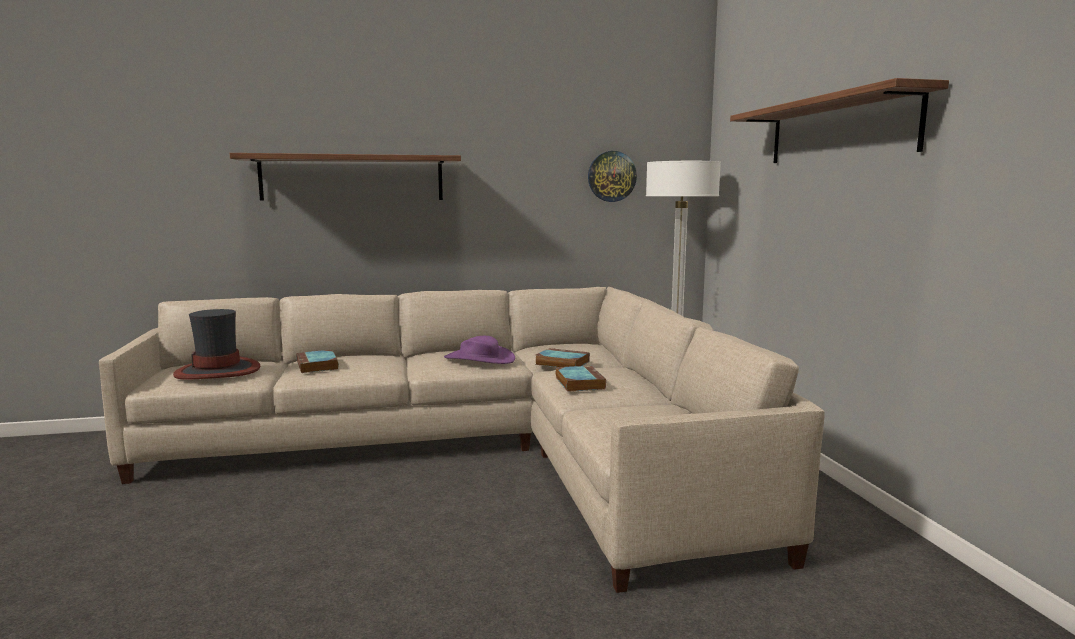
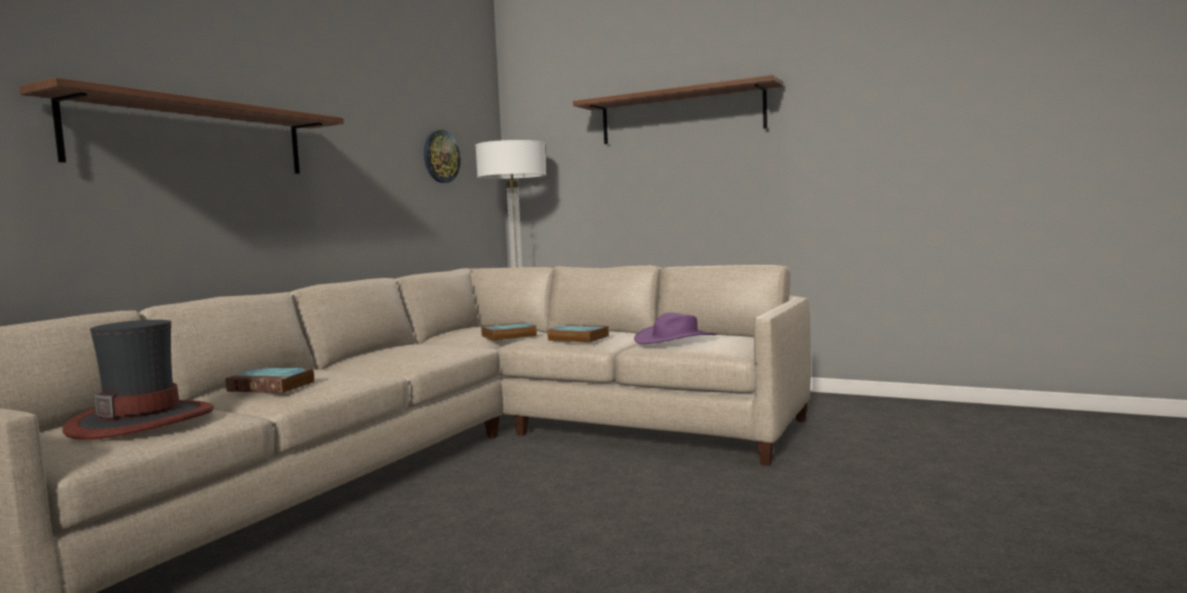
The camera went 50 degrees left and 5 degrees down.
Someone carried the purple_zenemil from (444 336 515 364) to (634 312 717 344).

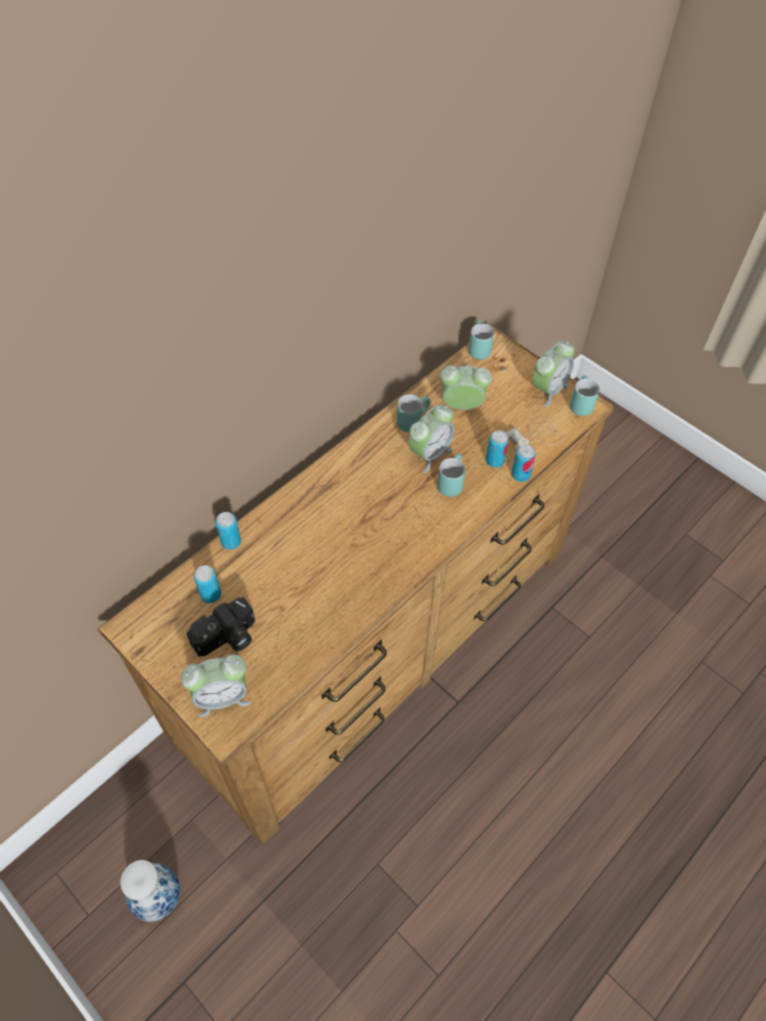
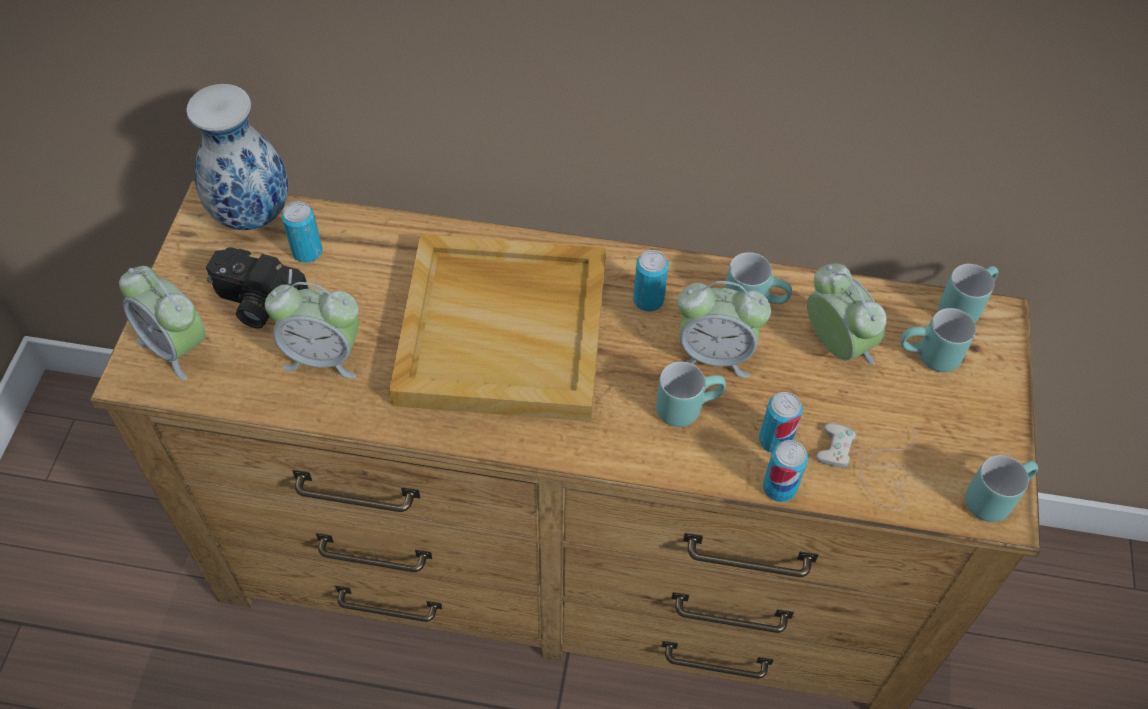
The camera went 55 degrees right and 0 degrees up.
Someone put down the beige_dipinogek at (389 234 606 422).
Someone put down the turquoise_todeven at (901 308 976 372).
Someone carried the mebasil from (120 860 180 922) to (186 84 289 230).
Someone carried the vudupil from (215 512 241 550) to (633 250 669 312).
Someone carried the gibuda from (532 341 574 407) to (265 282 359 378).

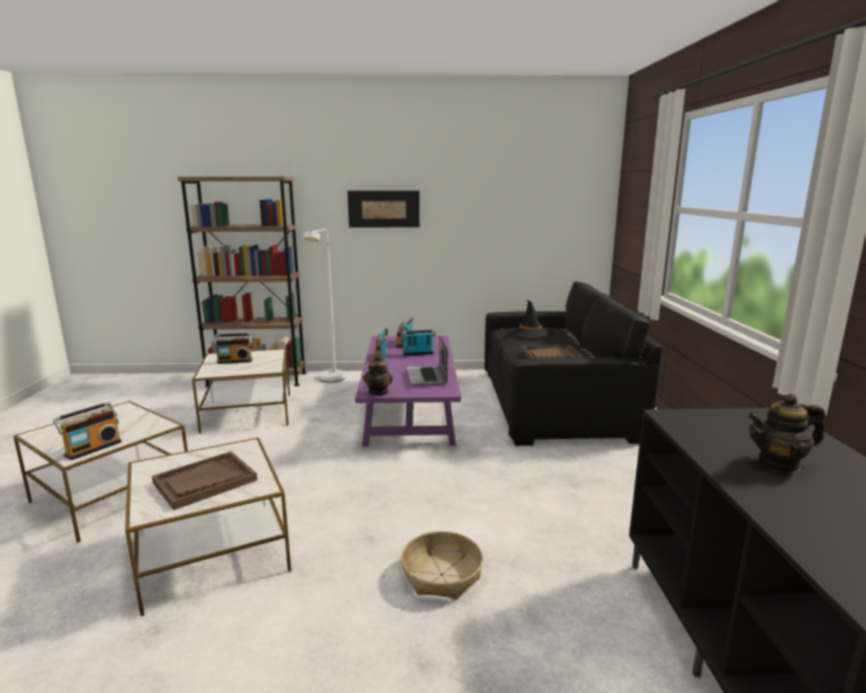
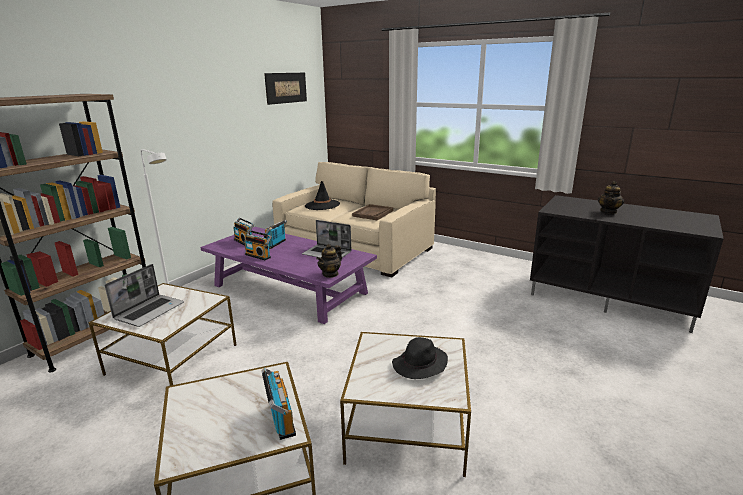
The camera went 55 degrees left and 5 degrees up.
Someone took away the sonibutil at (401 531 483 600).
Someone carried the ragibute from (347 191 420 228) to (264 73 307 105).
Someone swapped the brown_dipinogek at (152 451 257 510) for the black_zenemil at (392 337 448 379).
Someone swapped the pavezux at (214 333 252 364) for the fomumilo at (105 264 184 327).
Someone repainted the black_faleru at (484 281 662 446), which became the beige_faleru at (272 162 436 278).
Someone rotated the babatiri at (363 355 393 396) by 90 degrees clockwise.

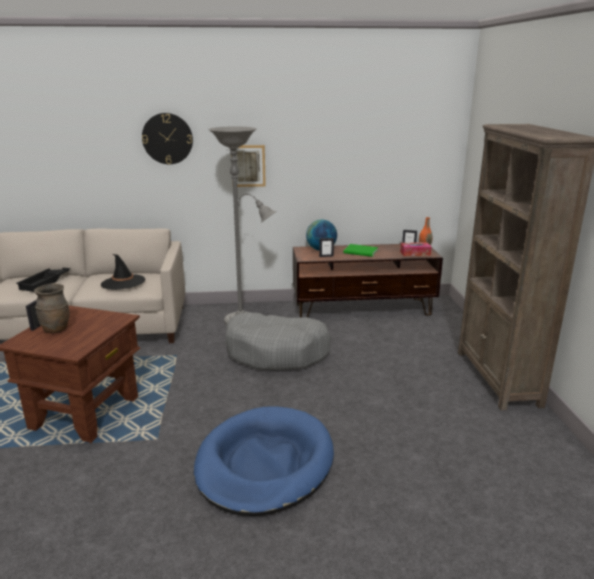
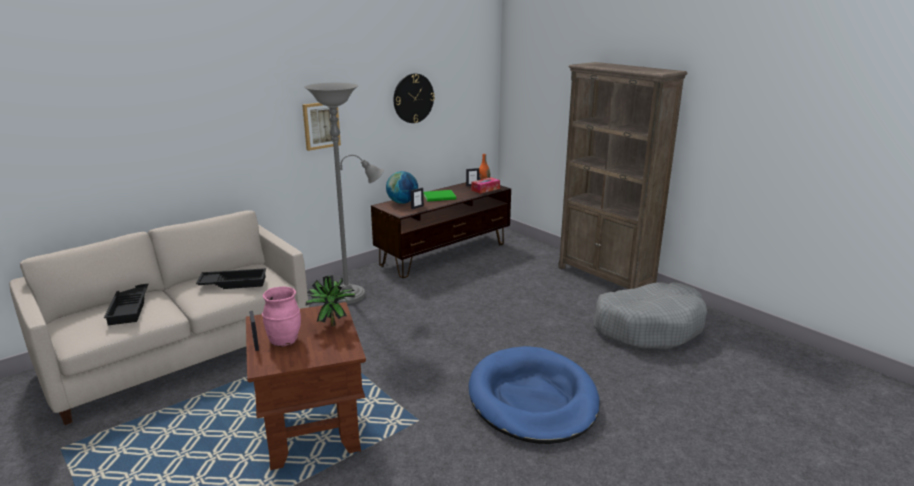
The camera went 35 degrees left and 0 degrees up.
Someone put down the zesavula at (306 276 356 326).
Someone carried the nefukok from (142 113 193 164) to (394 73 435 123).
Someone carried the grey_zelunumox from (226 313 331 370) to (594 282 707 349).
Someone swapped the black_zenemil at (101 254 145 290) for the black_dipinogek at (196 268 266 289).
Someone repainted the brown_mebasil at (34 283 70 333), which became the pink_mebasil at (262 286 301 347).

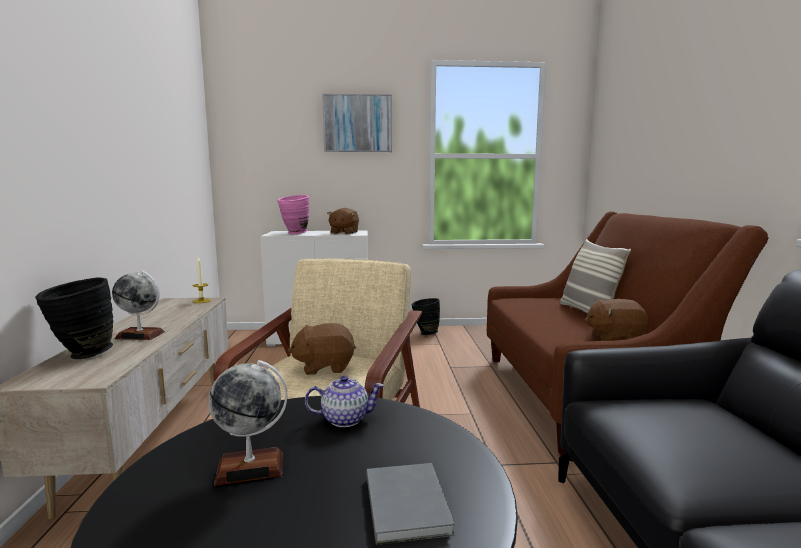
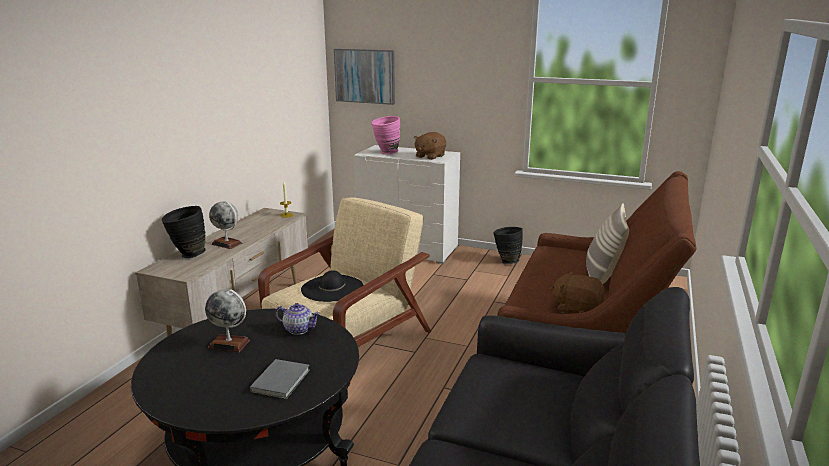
The camera went 25 degrees right and 10 degrees up.
Someone carried the ragibute from (322 94 392 152) to (334 49 395 105).
Someone swapped the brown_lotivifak at (288 323 356 375) for the black_zenemil at (301 270 363 302).

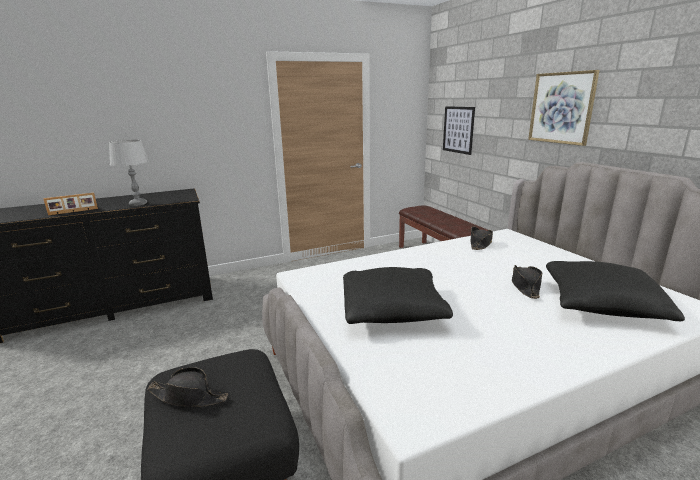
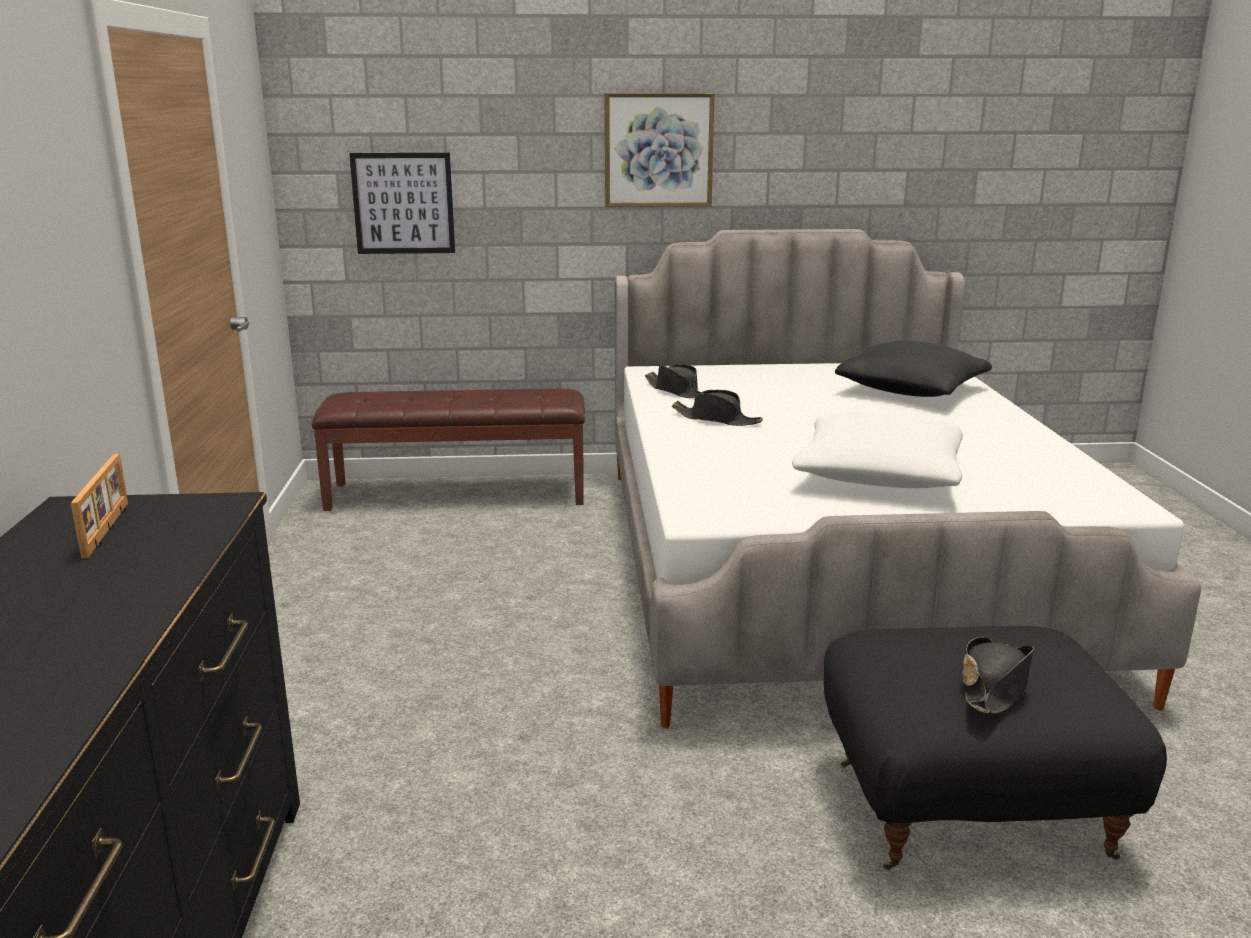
The camera went 70 degrees left and 0 degrees up.
Someone took away the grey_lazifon at (109 140 149 206).
Someone carried the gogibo from (43 193 98 215) to (71 454 128 559).
Someone carried the black_zenemil from (512 265 542 299) to (672 390 763 426).
Someone repainted the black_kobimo at (343 267 453 324), which became the white_kobimo at (792 412 963 488).

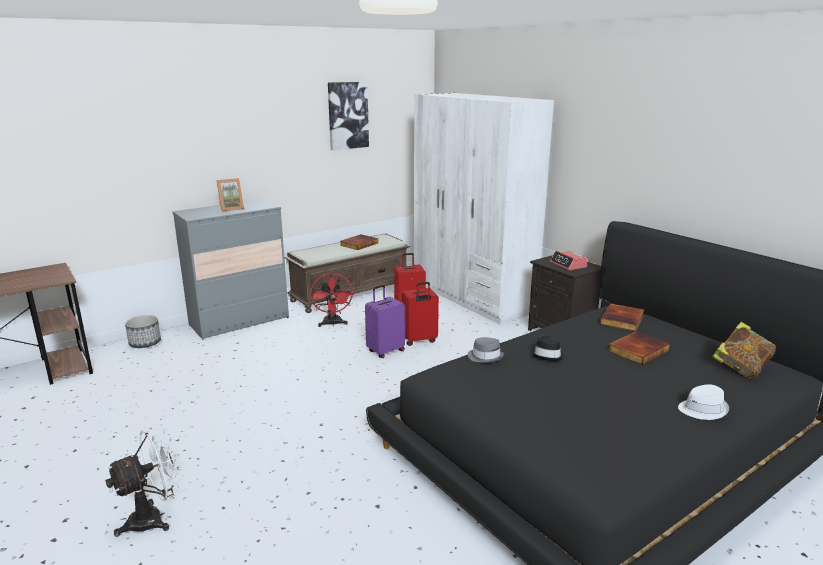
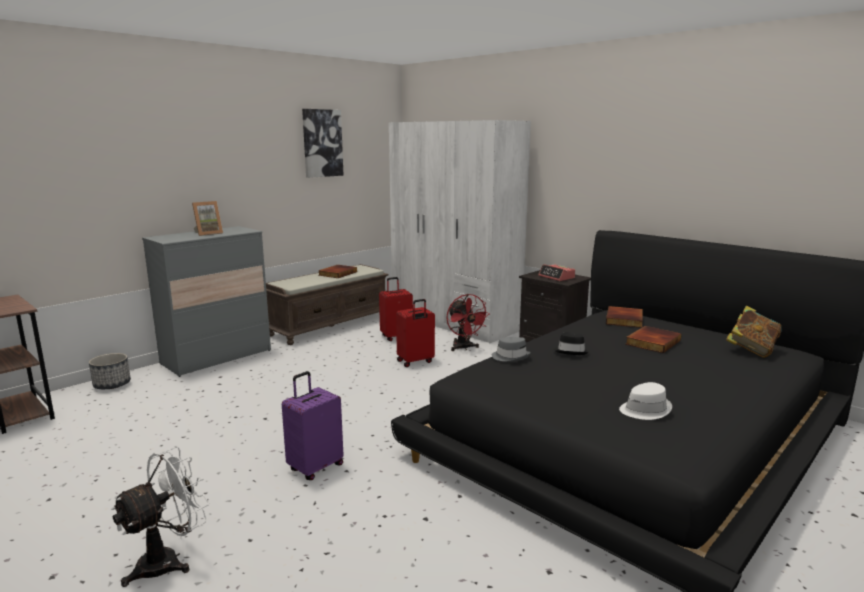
The camera went 10 degrees left and 5 degrees down.
Someone carried the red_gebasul from (310 273 353 327) to (446 294 490 351).
Someone carried the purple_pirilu from (365 285 405 358) to (282 371 343 480).
Someone carried the white_zenemil from (678 384 729 420) to (619 382 672 420).

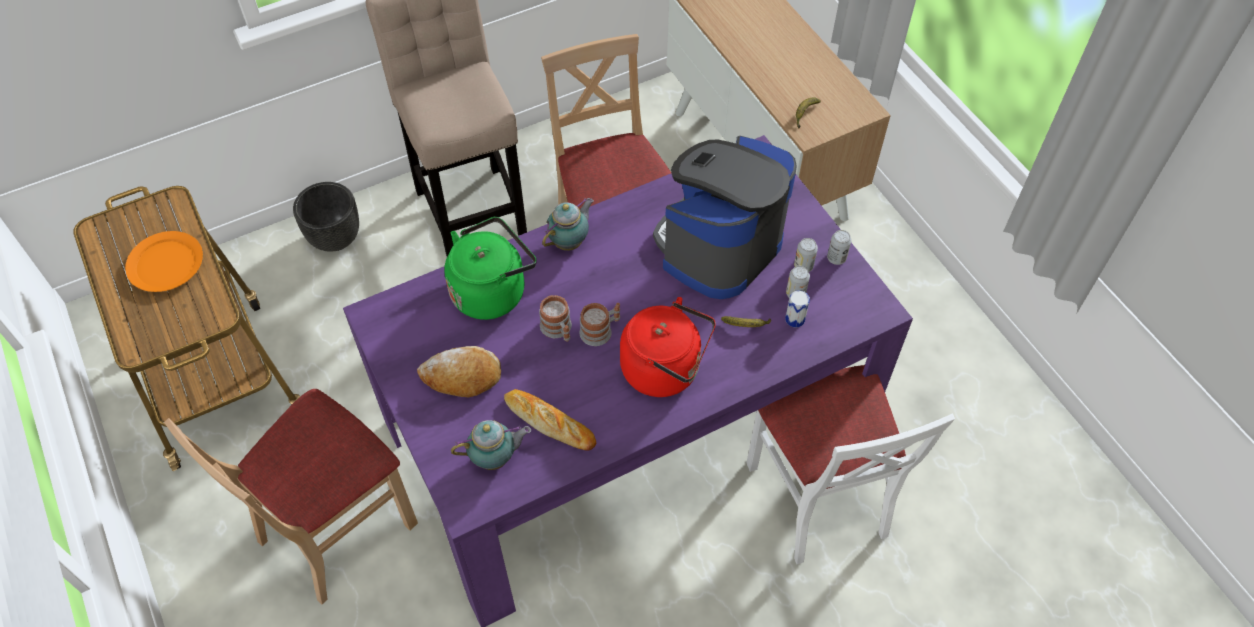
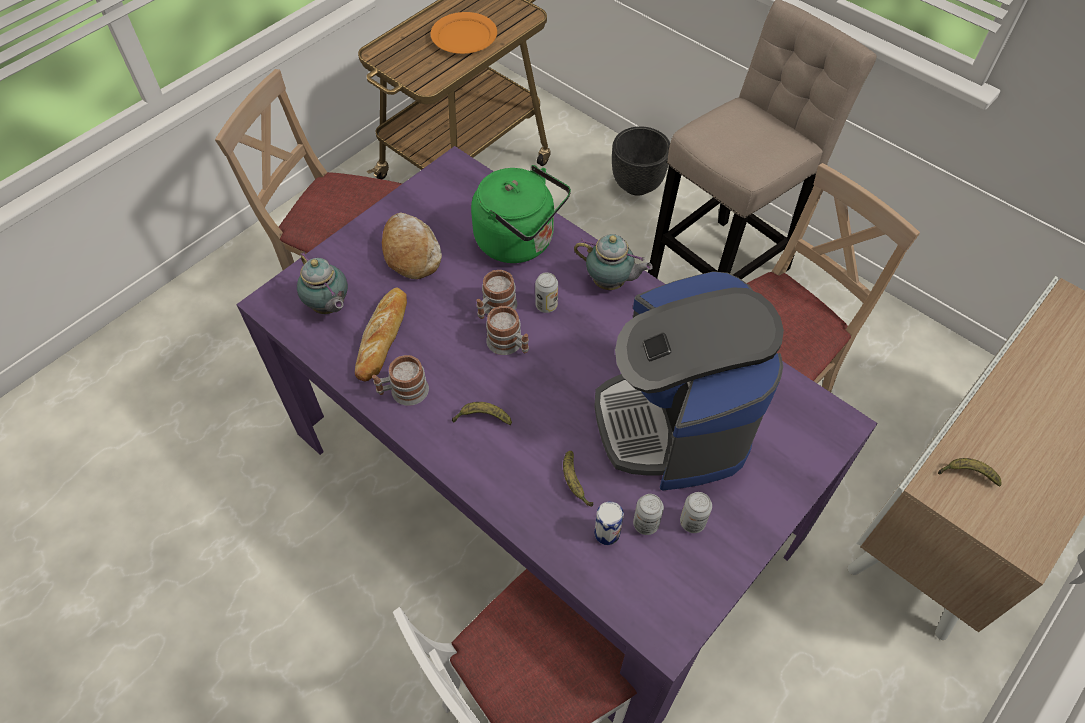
The camera went 70 degrees right and 0 degrees up.
Someone put down the todeven at (372 355 429 406).
Someone carried the vudupil from (827 230 851 265) to (535 272 558 313).
Someone swapped the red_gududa at (620 297 716 397) for the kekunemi at (452 402 512 425).
Someone rotated the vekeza at (653 136 797 299) by 120 degrees counterclockwise.

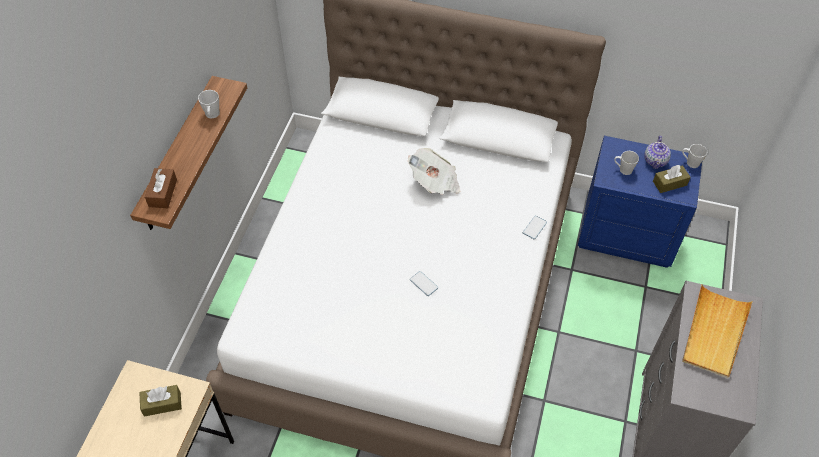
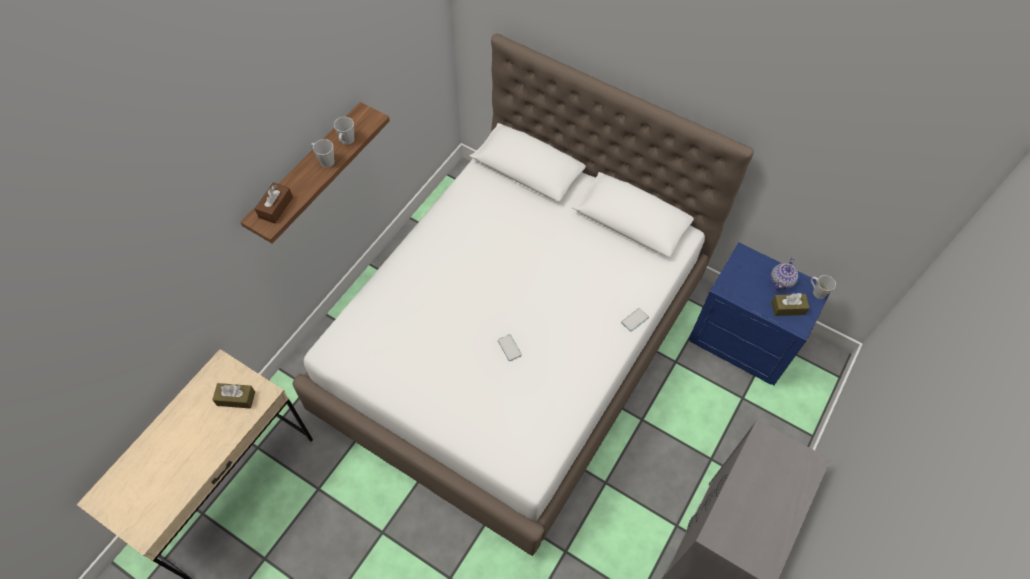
The camera went 15 degrees right and 5 degrees up.
Someone took away the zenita at (408 148 461 195).
Someone took away the beige_dipinogek at (682 284 753 378).
Someone carried the grey_todeven from (614 151 639 175) to (310 139 335 168).

